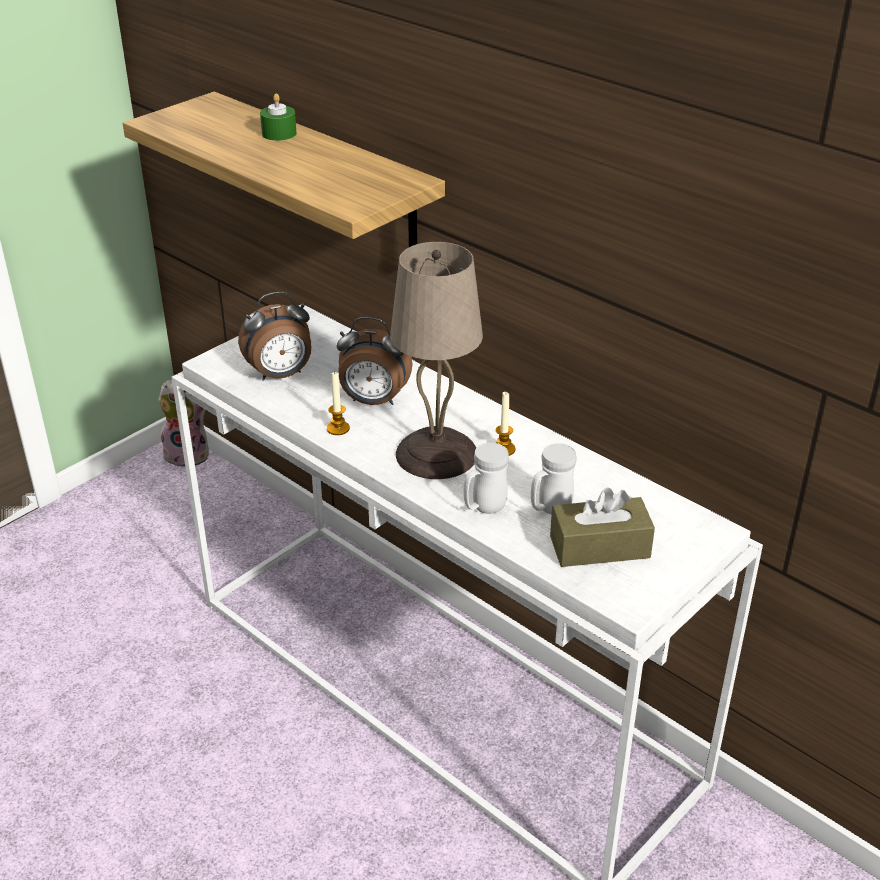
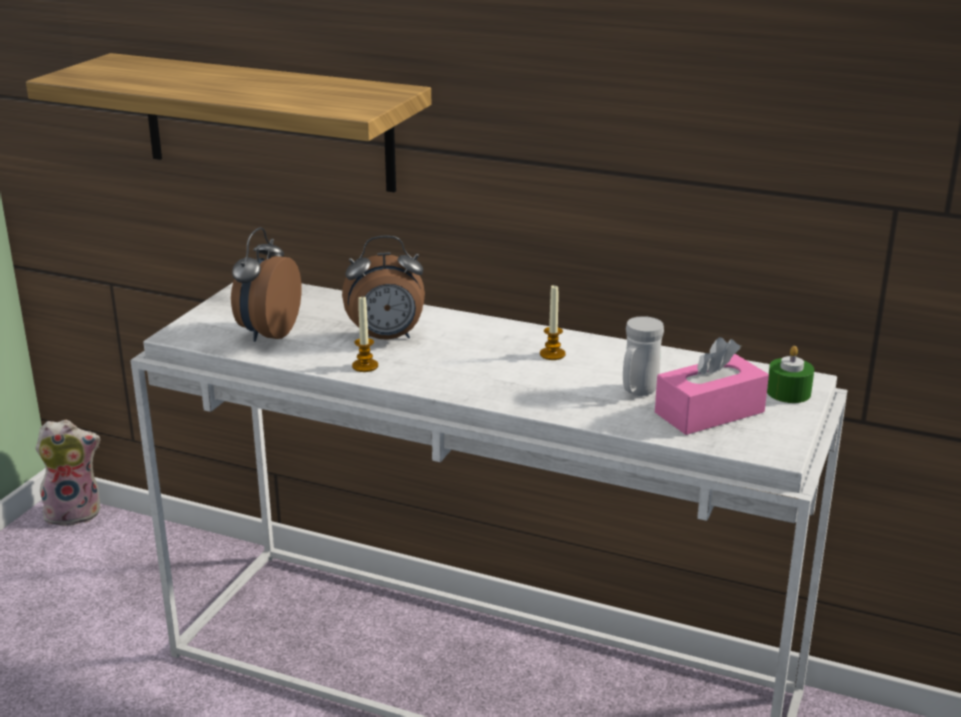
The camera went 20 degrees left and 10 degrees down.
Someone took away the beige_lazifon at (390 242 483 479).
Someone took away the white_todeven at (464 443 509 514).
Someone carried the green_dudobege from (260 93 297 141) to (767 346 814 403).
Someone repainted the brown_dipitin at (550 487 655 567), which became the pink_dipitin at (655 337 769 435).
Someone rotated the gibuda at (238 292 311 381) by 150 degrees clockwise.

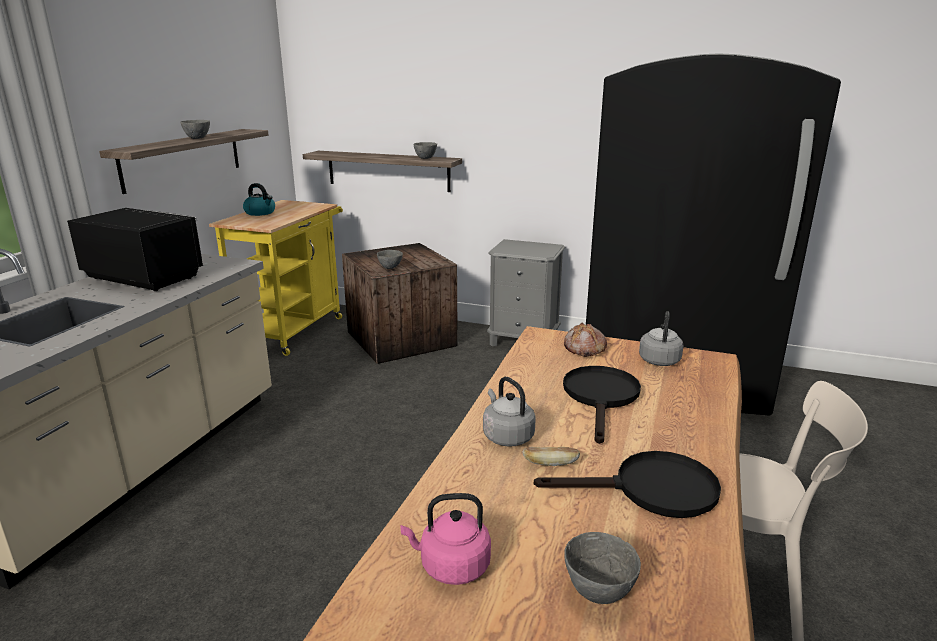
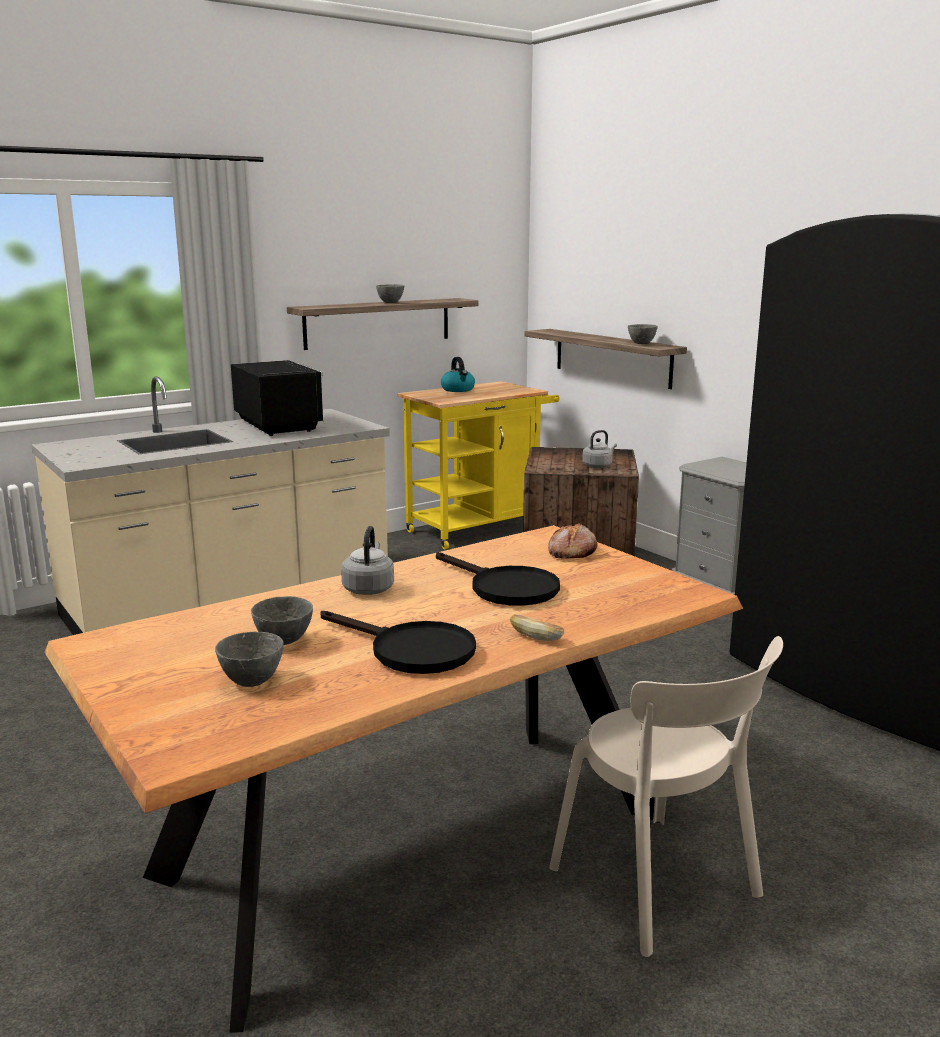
The camera went 35 degrees right and 5 degrees down.
Someone took away the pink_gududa at (400 493 491 585).
Someone carried the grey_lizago from (377 250 403 269) to (251 596 313 645).
Someone carried the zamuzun from (522 447 580 466) to (510 614 564 641).
Someone carried the grey_gududa from (639 311 684 366) to (582 430 617 468).
Someone rotated the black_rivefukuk at (563 366 641 444) by 90 degrees clockwise.

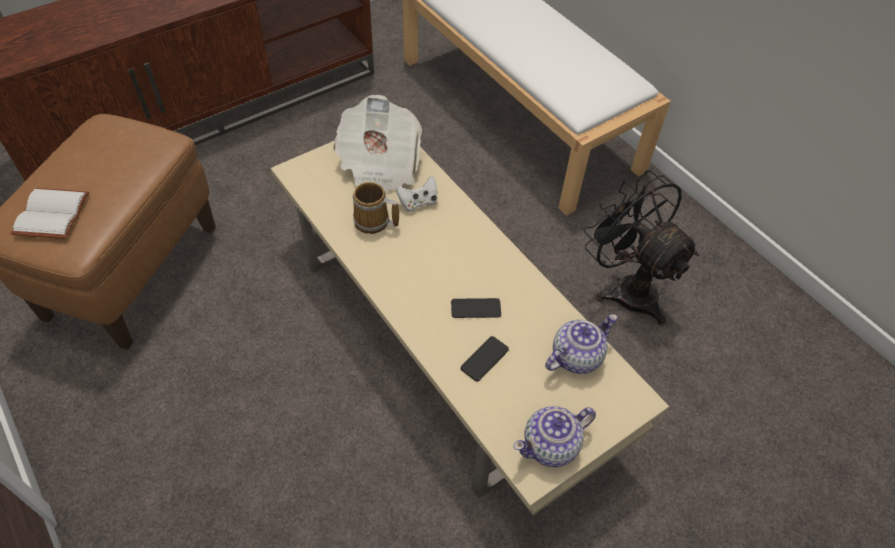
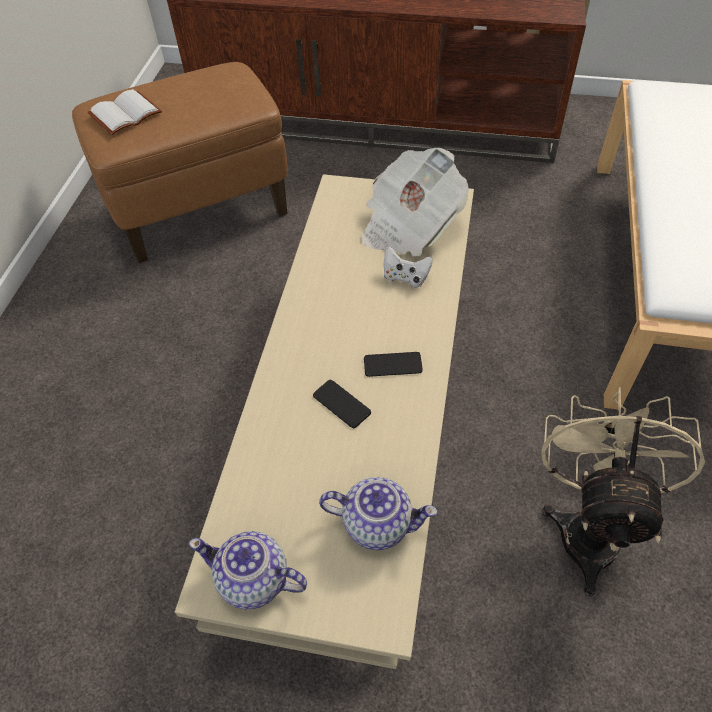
The camera went 50 degrees right and 0 degrees up.
Someone took away the todeven at (353 182 399 234).
Someone carried the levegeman from (461 336 509 382) to (364 352 423 377).
Someone repainted the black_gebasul at (584 170 699 326), which became the beige_gebasul at (541 387 705 596).

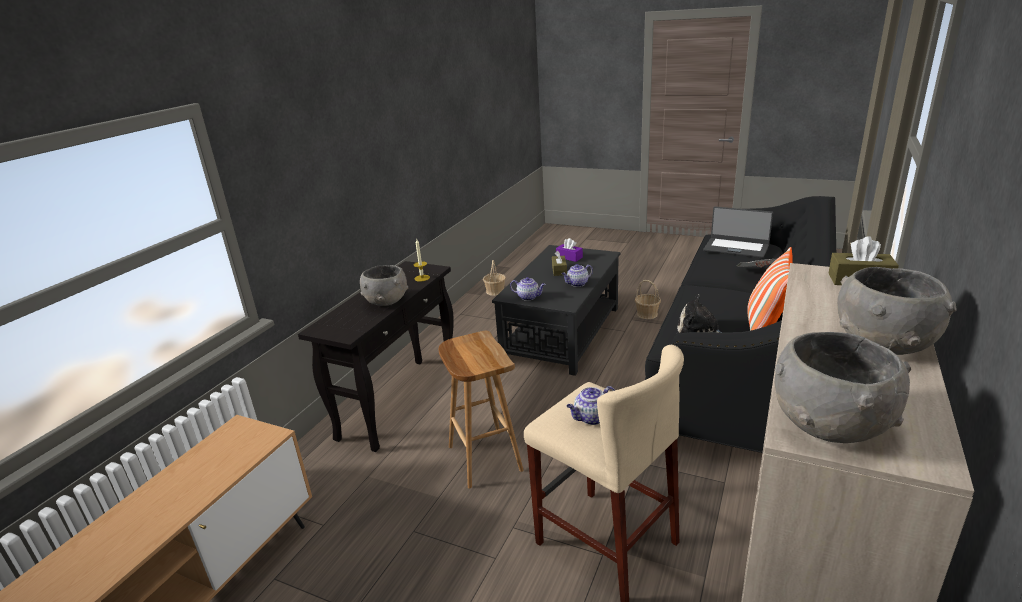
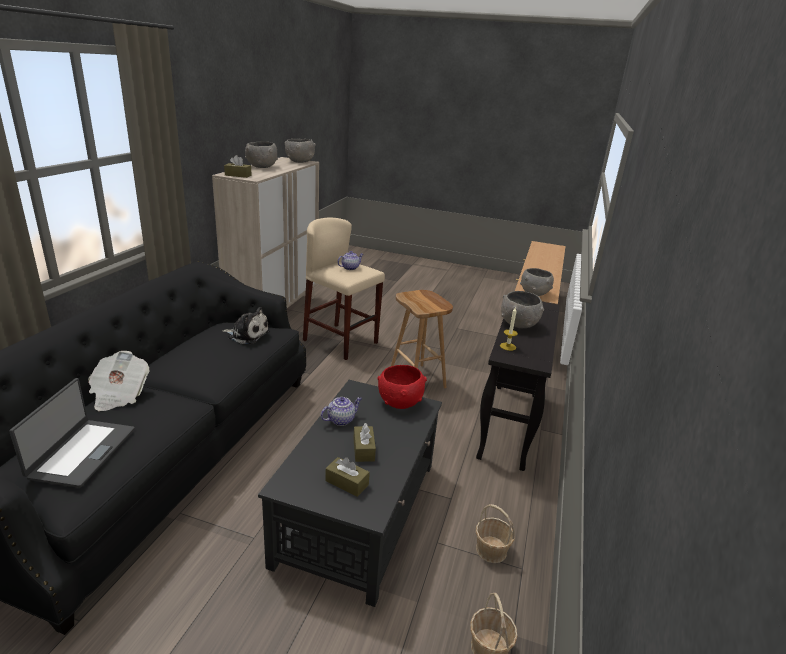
The camera went 170 degrees right and 0 degrees up.
Someone took away the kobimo at (747 247 793 331).
Someone put down the grey_lizago at (520 268 554 296).
Someone carried the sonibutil from (635 280 661 319) to (476 504 515 563).
Someone swapped the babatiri at (510 277 545 301) for the red_lizago at (377 365 427 409).
Someone repainted the purple_dipitin at (556 238 583 262), which became the brown_dipitin at (325 457 370 497).
Someone rotated the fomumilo at (703 207 773 258) by 75 degrees clockwise.

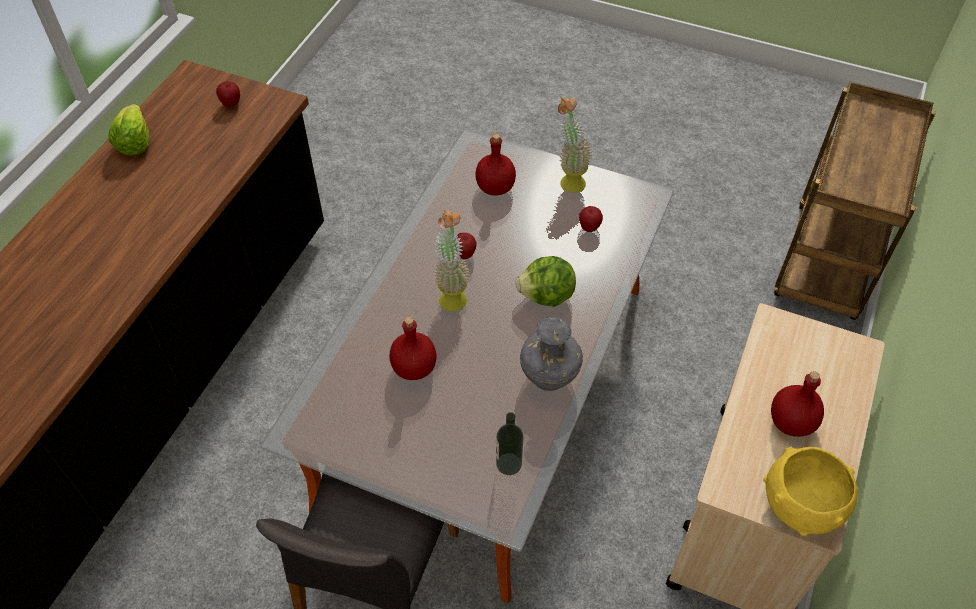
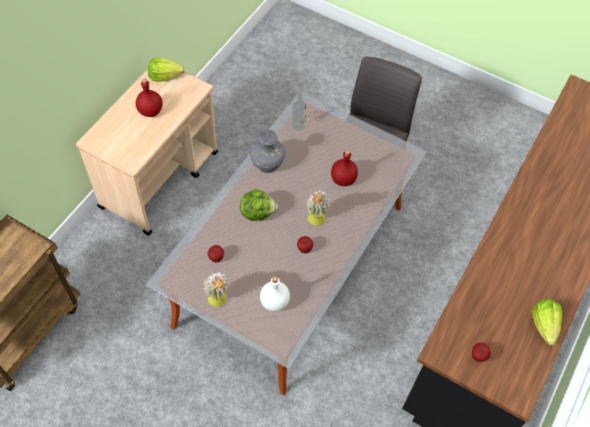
The camera went 175 degrees left and 5 degrees up.
Someone swapped the yellow_lizago at (763 446 858 536) for the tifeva at (148 58 185 82).
Someone repainted the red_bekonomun at (475 134 516 195), which became the white_bekonomun at (260 276 290 312).

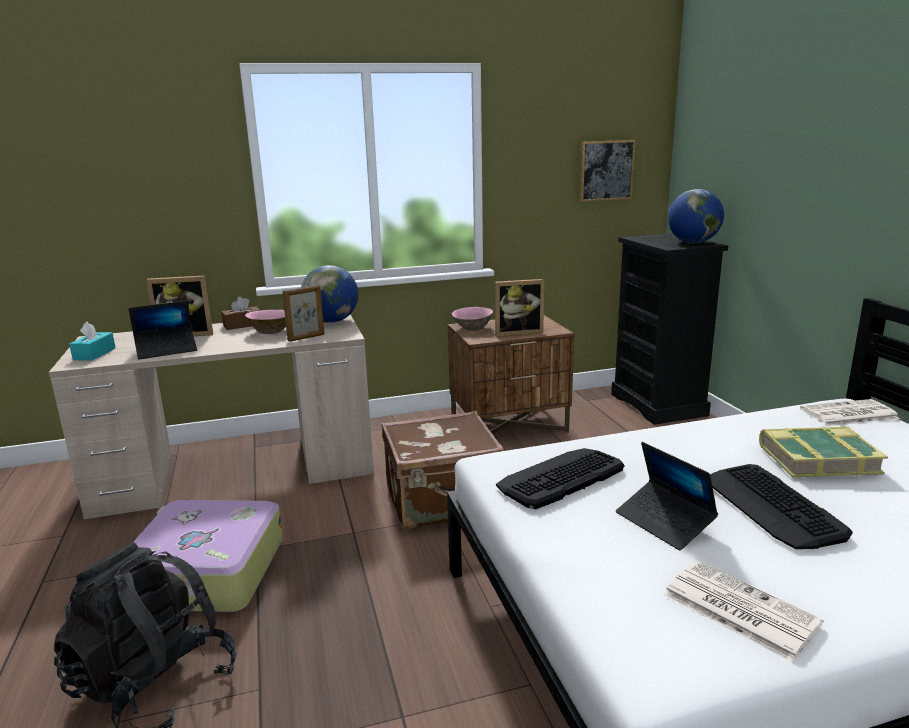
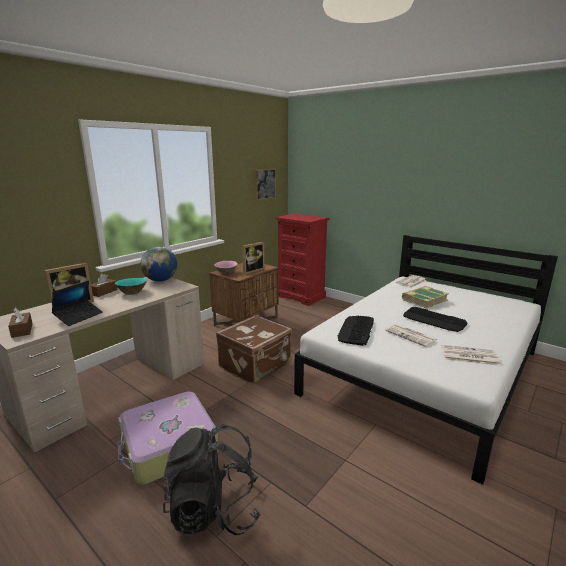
The camera went 35 degrees left and 0 degrees up.
Someone took away the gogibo at (283 285 324 342).
Someone took away the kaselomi at (668 189 724 243).
Someone swapped the fomumilo at (616 442 718 550) for the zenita at (385 324 437 347).
Someone repainted the turquoise_dipitin at (69 322 116 361), which became the brown_dipitin at (8 308 33 338).
Someone repainted the pink_lizago at (245 310 286 334), which became the turquoise_lizago at (115 278 147 295).
Someone repainted the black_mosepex at (611 233 728 425), which became the red_mosepex at (276 213 329 306).

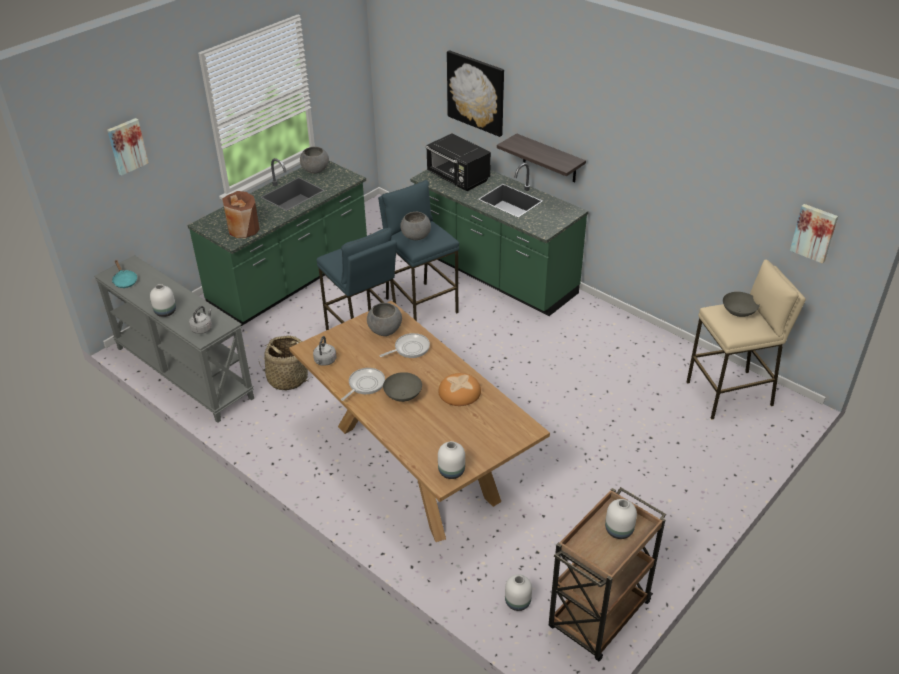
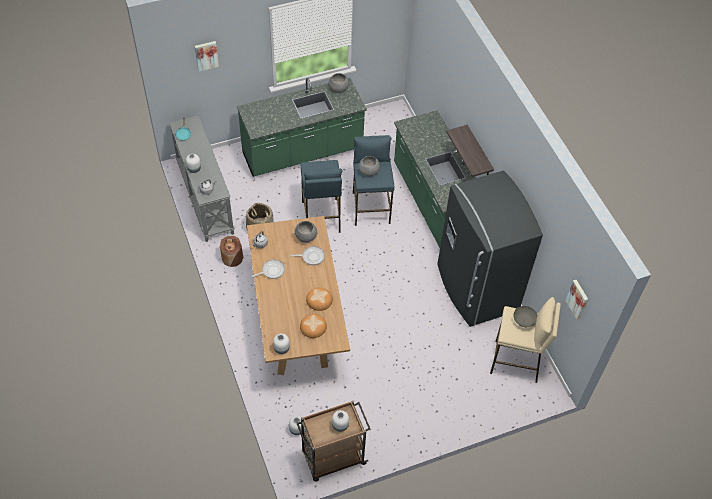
The camera went 25 degrees right and 15 degrees up.
Someone took away the grey_lizago at (383 372 422 402).
Someone took away the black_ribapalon at (426 133 491 191).
Someone took away the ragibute at (447 50 504 137).
Someone put down the zamuzun at (300 314 327 338).
Someone put down the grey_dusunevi at (437 171 543 327).
Someone carried the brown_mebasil from (222 191 260 238) to (220 236 243 267).

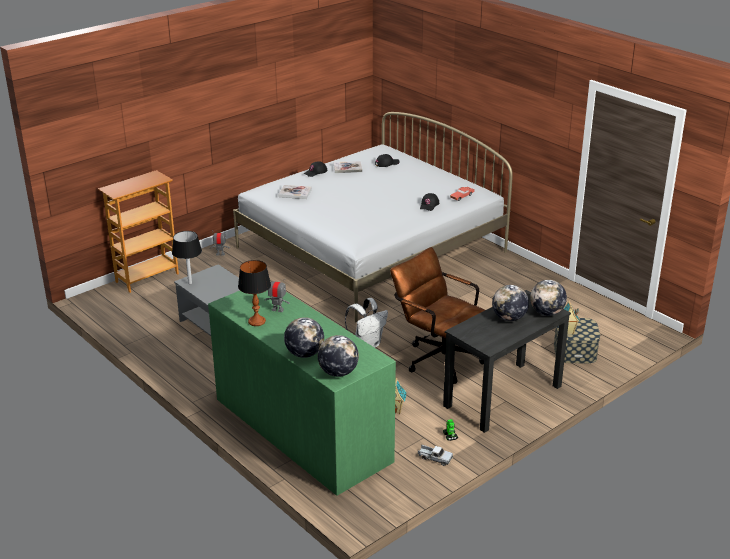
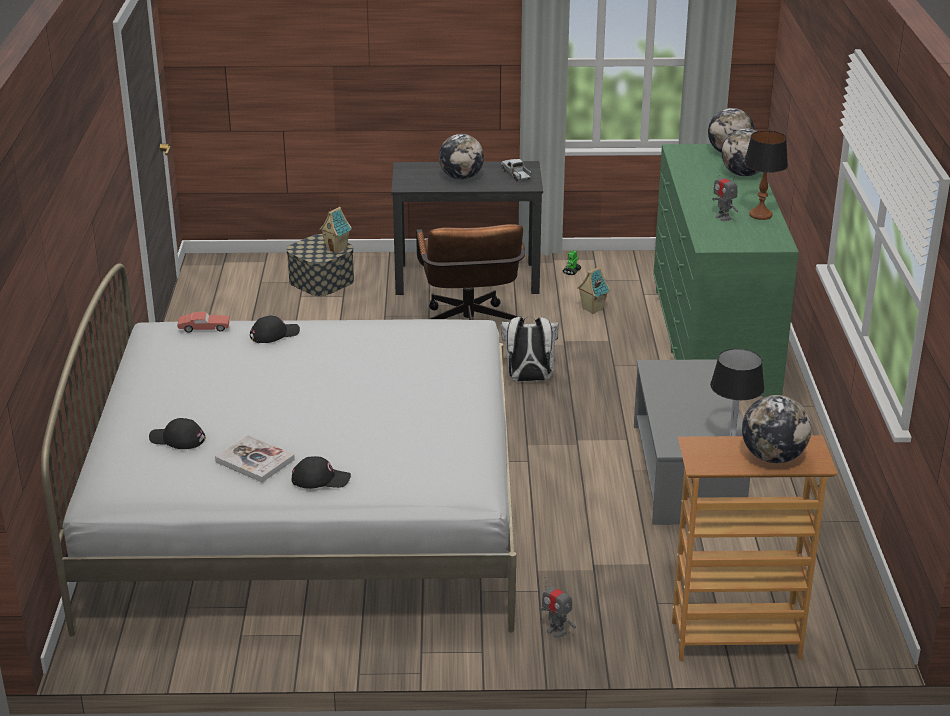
The camera went 140 degrees left and 0 degrees up.
Someone took away the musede at (278 185 312 199).
Someone carried the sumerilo from (418 445 453 466) to (501 159 532 181).
Someone carried the kaselomi from (530 280 567 316) to (742 395 811 463).

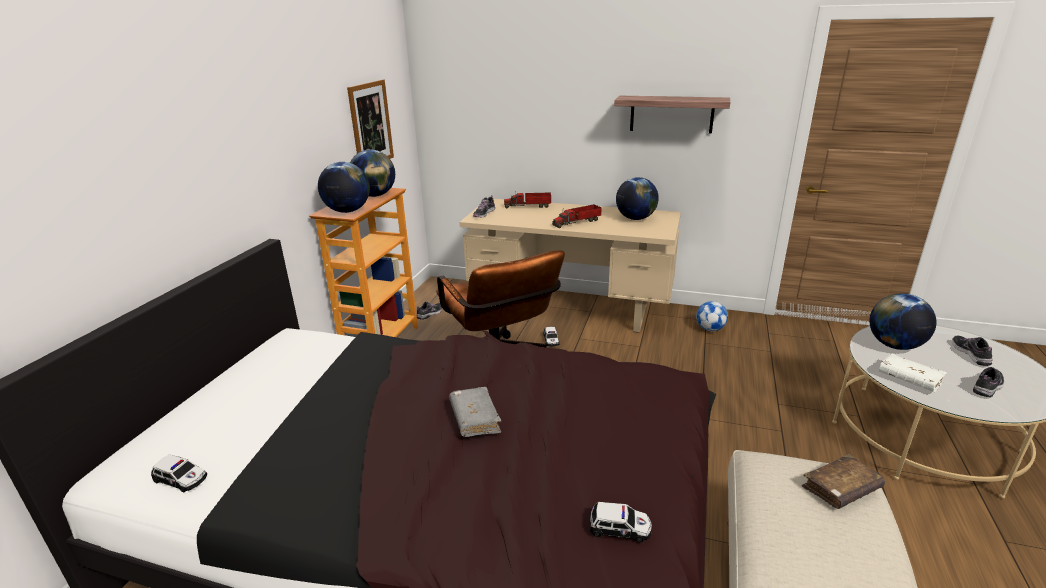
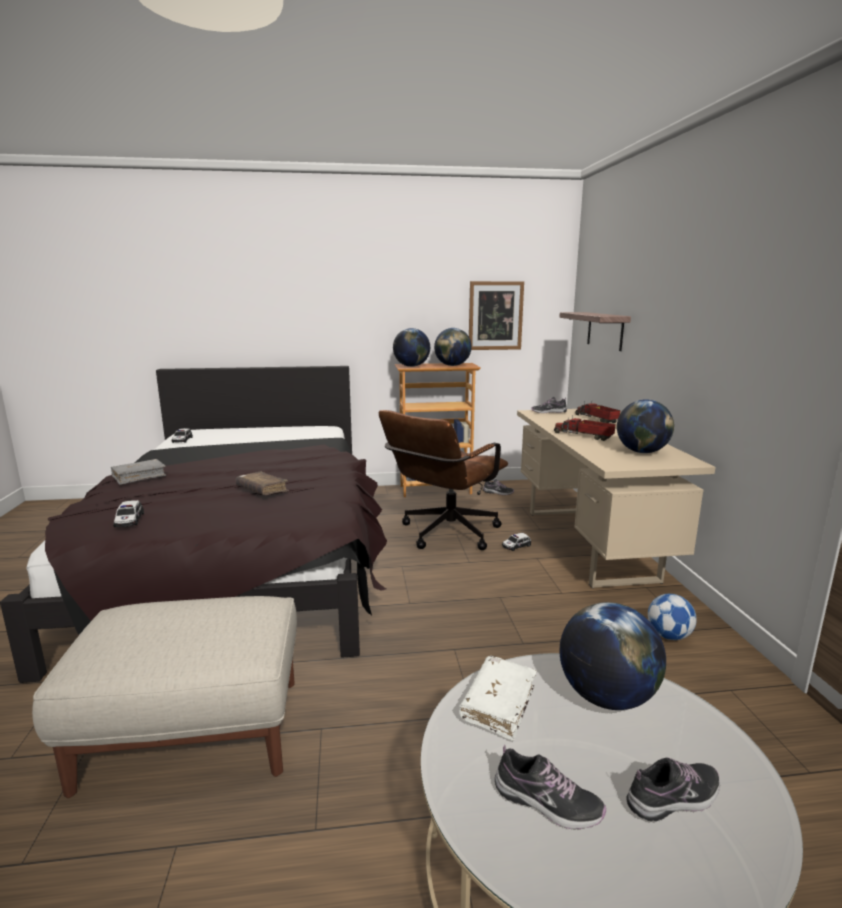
The camera went 65 degrees right and 10 degrees down.
Someone carried the grey_musede from (449 387 501 437) to (111 459 166 485).
Someone carried the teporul from (614 96 730 134) to (559 312 631 351).
Someone carried the brown_musede from (802 454 885 509) to (236 472 289 495).

